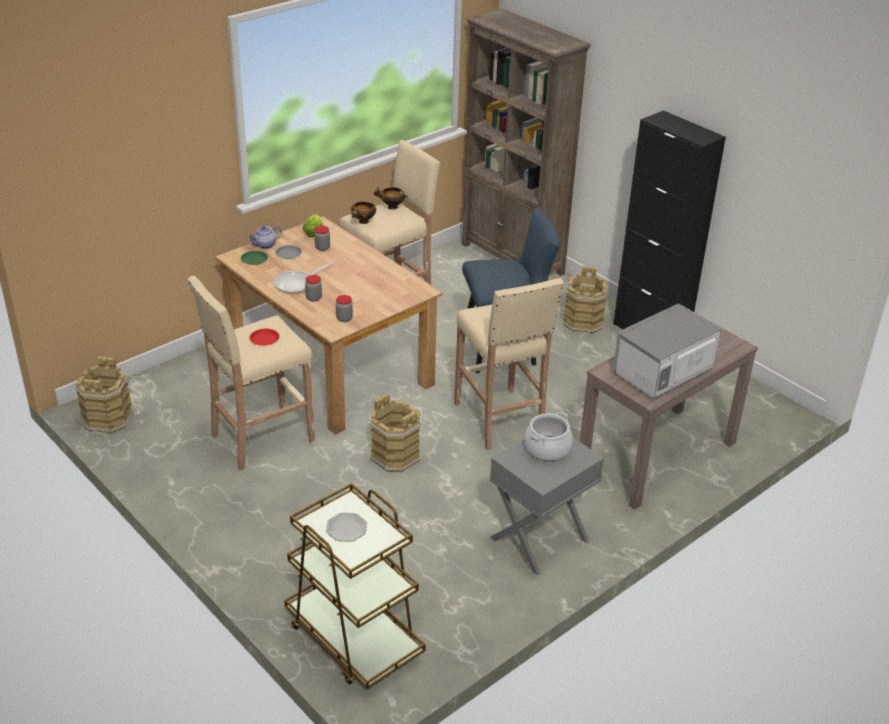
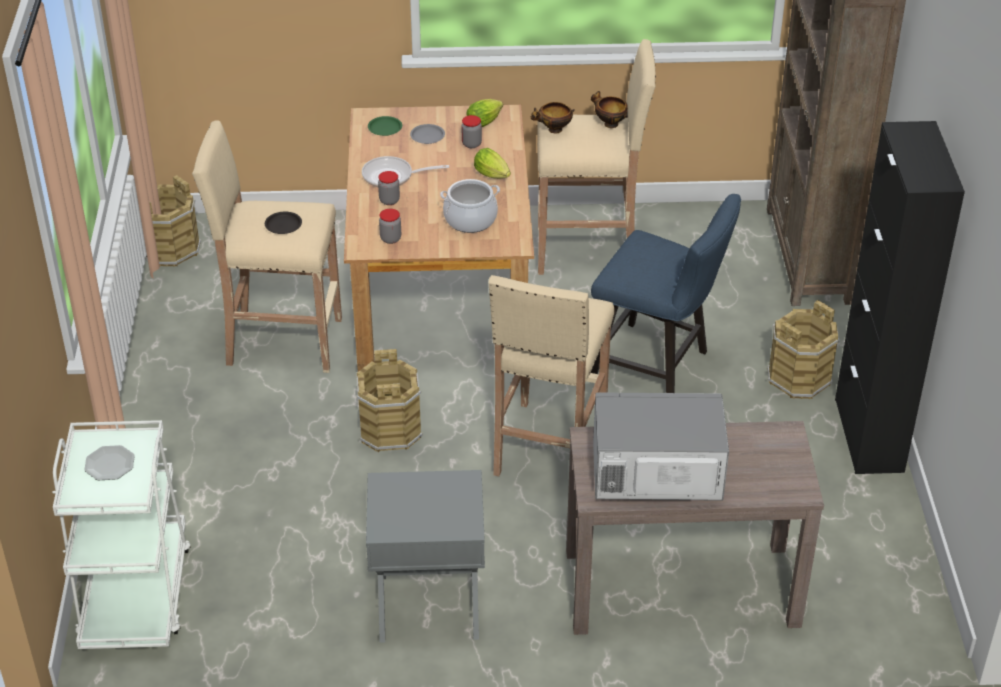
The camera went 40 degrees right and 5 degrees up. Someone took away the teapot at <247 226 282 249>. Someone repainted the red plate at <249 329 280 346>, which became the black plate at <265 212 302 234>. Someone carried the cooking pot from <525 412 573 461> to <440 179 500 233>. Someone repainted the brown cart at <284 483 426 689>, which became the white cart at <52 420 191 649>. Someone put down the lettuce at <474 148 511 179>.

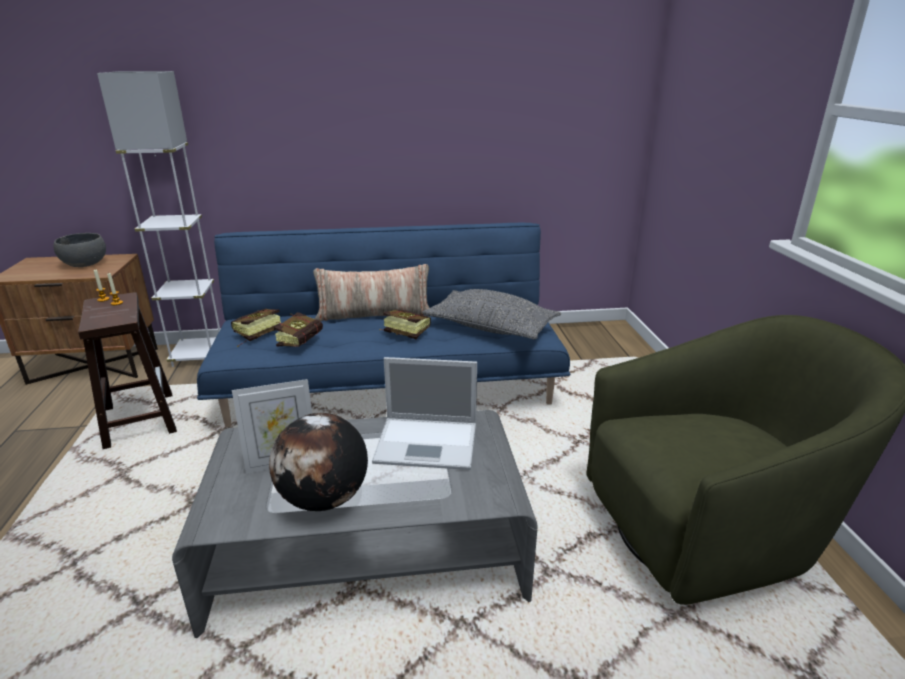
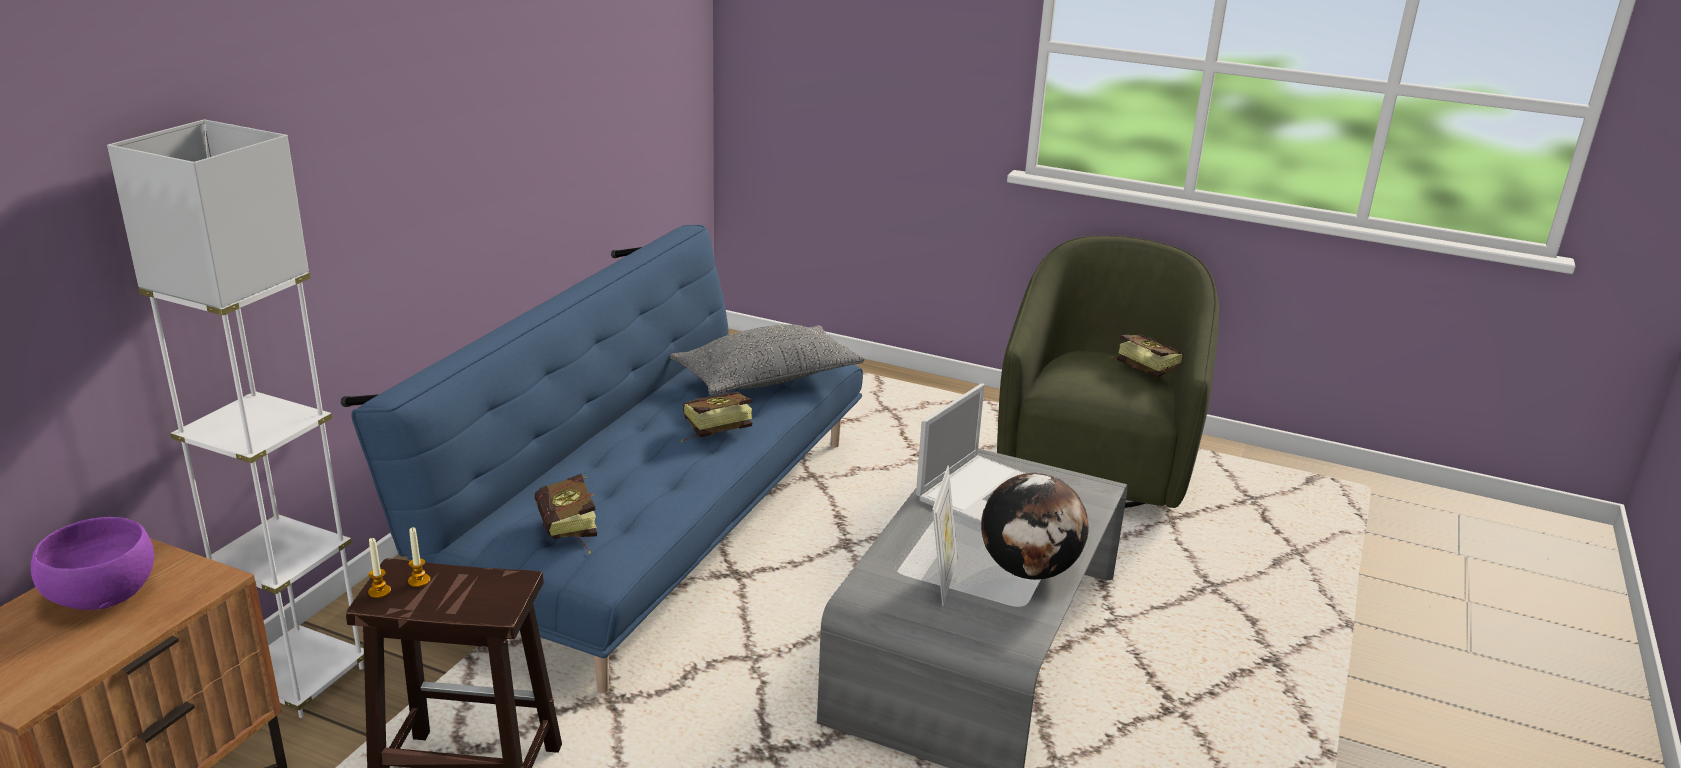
The camera went 60 degrees left and 0 degrees up. Someone repainted the grey bowl at <53 233 106 267>, which became the purple bowl at <31 517 154 610>. Someone took away the pillow at <313 264 429 321>. Someone carried the book from <274 312 323 347> to <1111 335 1183 379>.

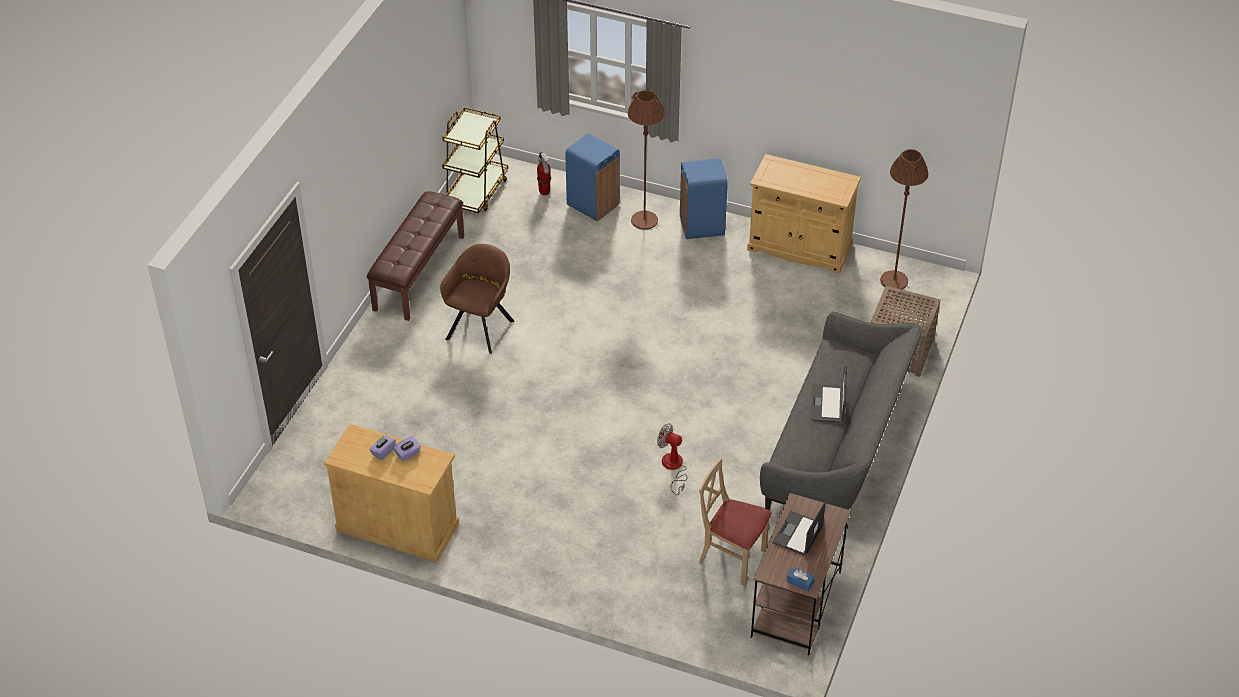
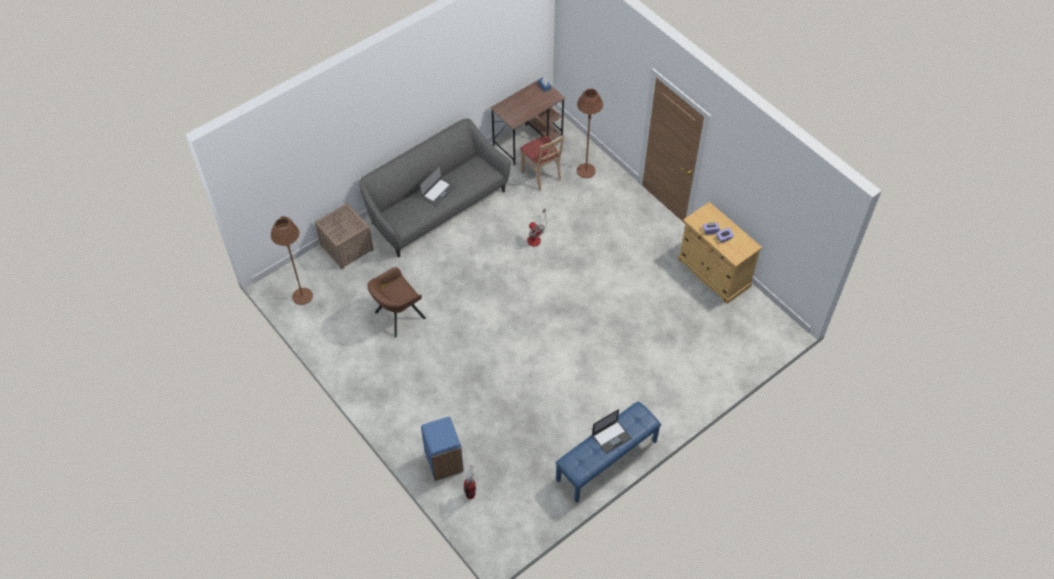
The camera went 150 degrees left and 10 degrees up. Someone carried the brown floor lamp from <628 89 665 230> to <577 89 603 178>. Someone took away the brown cart at <442 107 508 213>. Someone took away the beige cabinet at <747 154 861 274>. Someone took away the blue trash can at <680 158 728 239>. Someone repainted the brown bench at <367 191 464 321>, which became the blue bench at <555 401 661 503>. Someone carried the brown armchair from <440 244 514 354> to <367 267 426 338>. Someone carried the laptop from <772 501 826 556> to <592 409 631 454>.

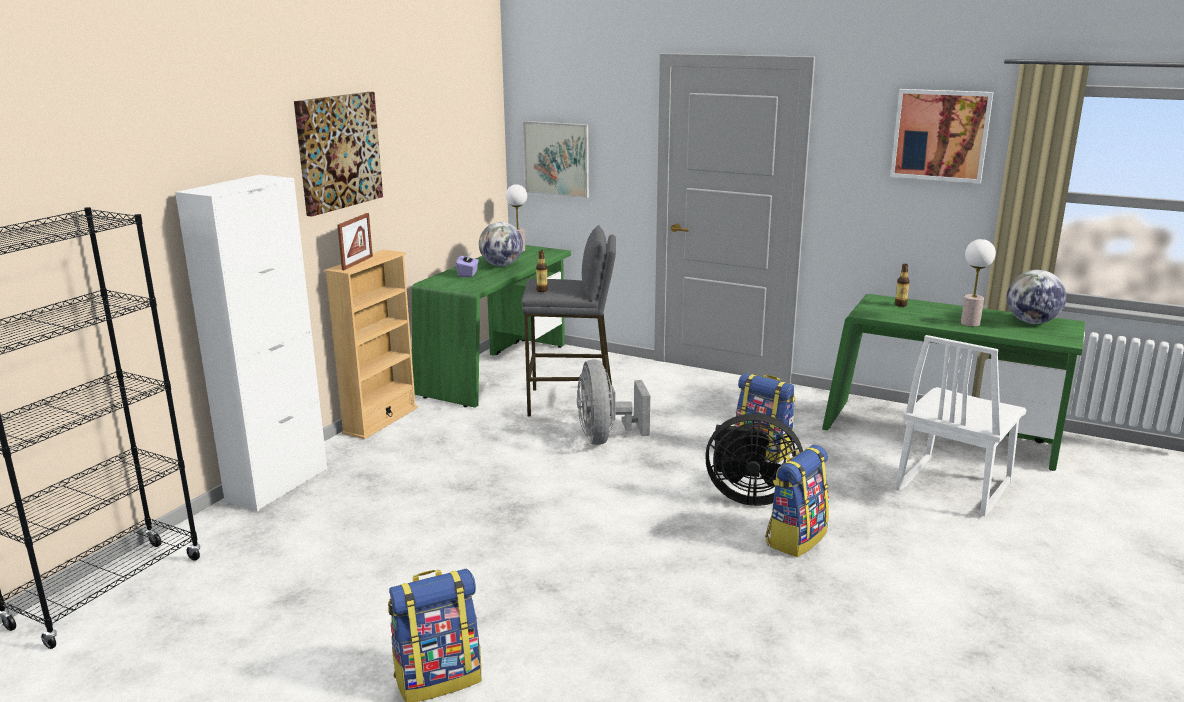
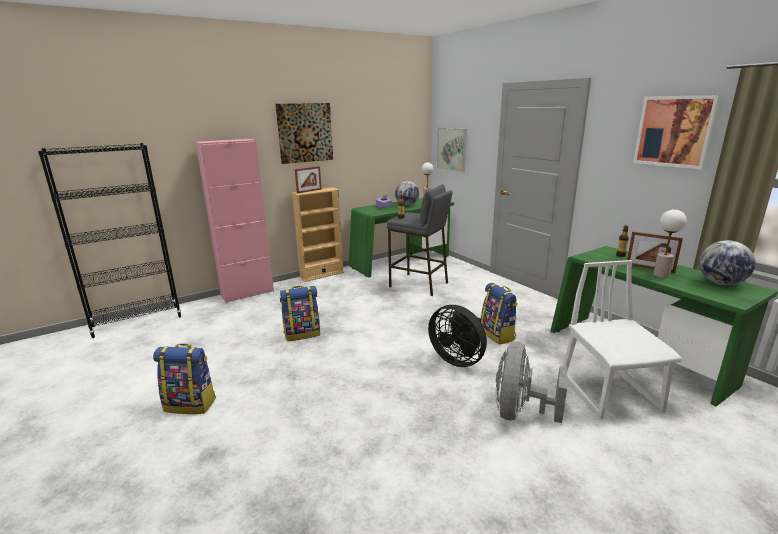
The camera went 30 degrees right and 0 degrees up. Someone repainted the white cabinet at <175 175 327 512>, which became the pink cabinet at <196 139 274 303>. Someone rotated the white chair at <895 335 1026 516> by 105 degrees clockwise. Someone carried the grey fan from <577 359 650 445> to <496 342 567 423>. Someone carried the backpack from <766 445 829 557> to <280 286 320 341>. Someone put down the picture frame at <627 231 683 273>.

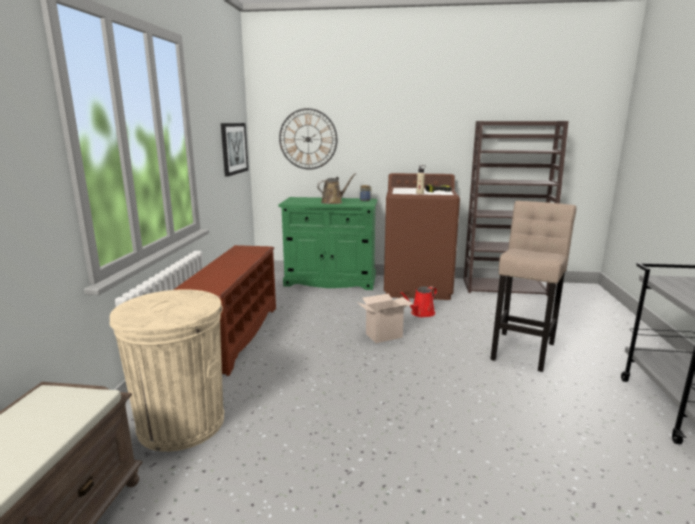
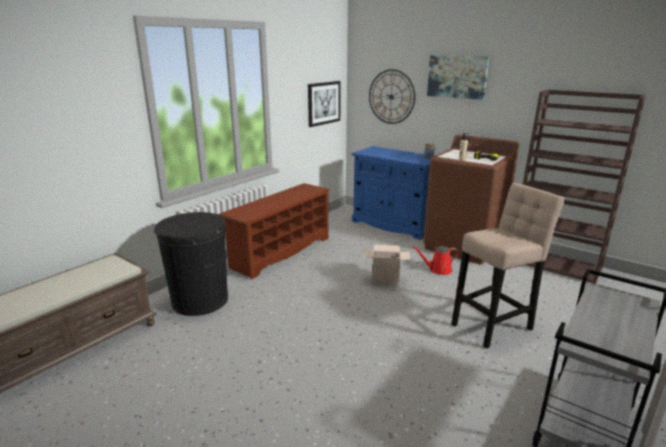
The camera went 30 degrees right and 5 degrees up. Someone took away the brown watering can at <317 173 356 204>. Someone repainted the green cabinet at <278 197 378 290>, which became the blue cabinet at <351 146 430 240>. Someone repainted the beige trash can at <110 289 224 452>, which became the black trash can at <154 212 228 316>. Someone put up the picture at <427 55 489 100>.

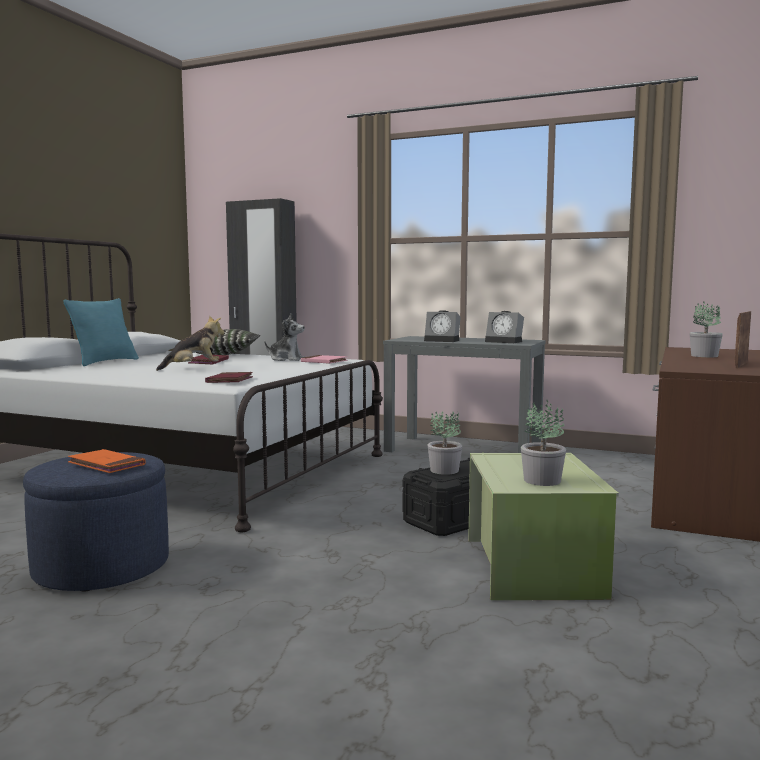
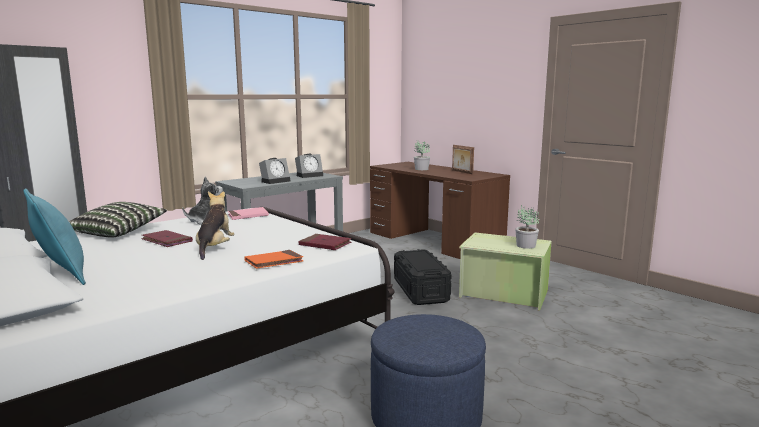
The camera went 65 degrees left and 5 degrees up. Someone took away the potted plant at <428 411 462 475>. Someone carried the orange book from <68 449 145 473> to <244 250 303 269>.

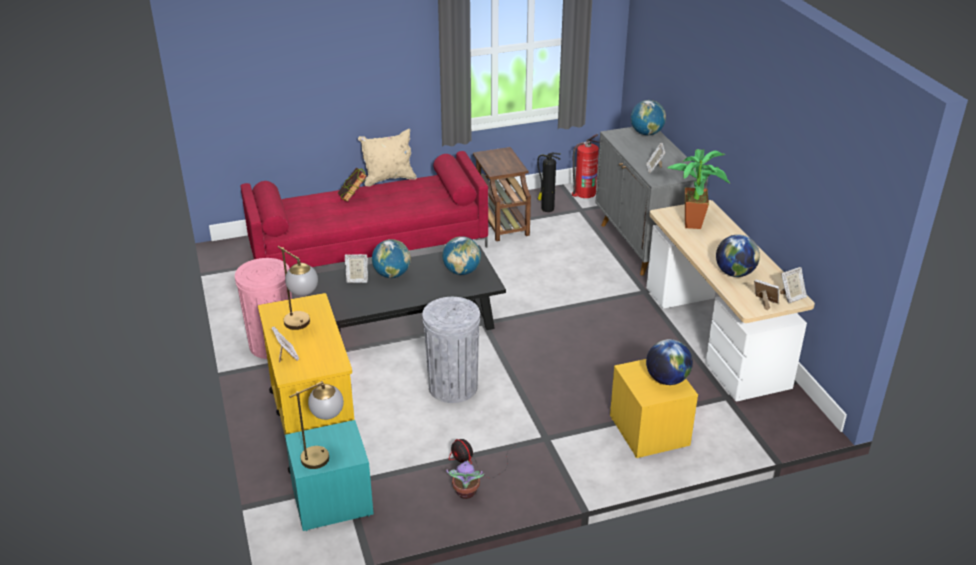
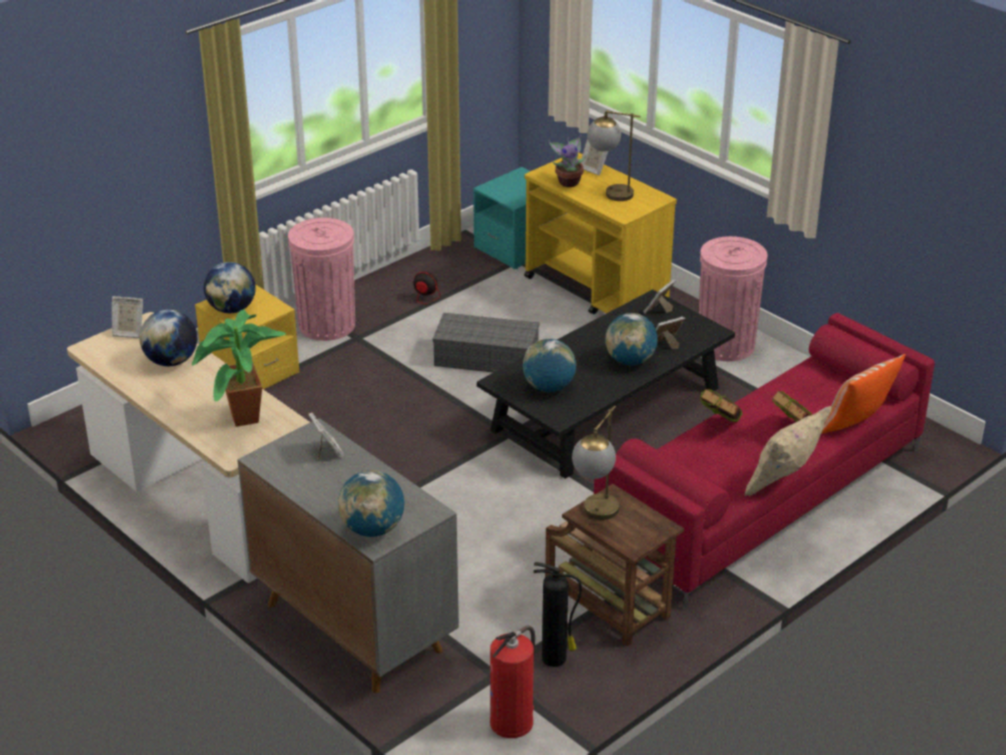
The camera went 155 degrees right and 0 degrees up. Someone carried the picture frame from <780 267 807 303> to <643 279 676 314>. Someone swapped the grey trash can at <422 297 480 403> for the grey storage box at <433 313 539 373>. Someone carried the table lamp from <289 381 344 469> to <572 406 619 520>. Someone carried the potted plant from <446 460 484 499> to <548 135 587 187>. Someone put down the pink trash can at <288 218 355 341>. Someone put down the pillow at <822 354 906 434>. Someone put down the book at <700 388 743 423>.

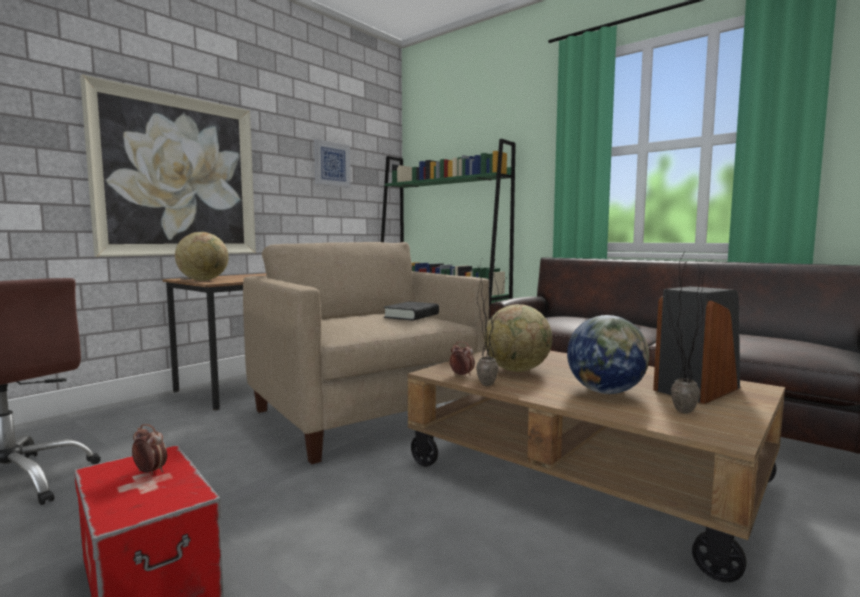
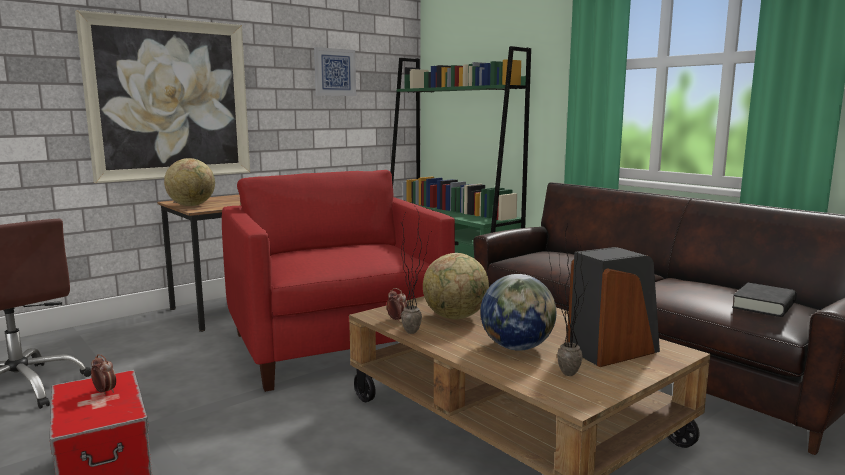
The camera went 10 degrees right and 5 degrees up. Someone repainted the beige armchair at <243 242 489 464>, which became the red armchair at <222 170 455 392>. Someone carried the black book from <384 302 439 321> to <732 283 797 317>.

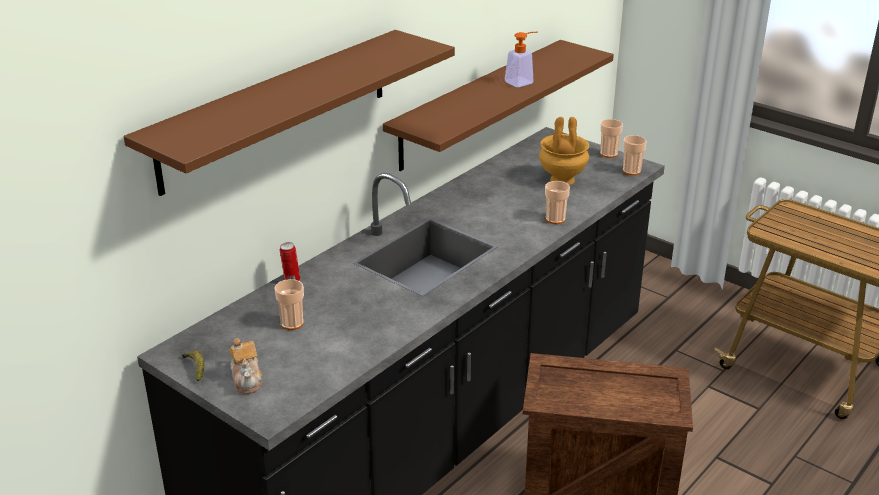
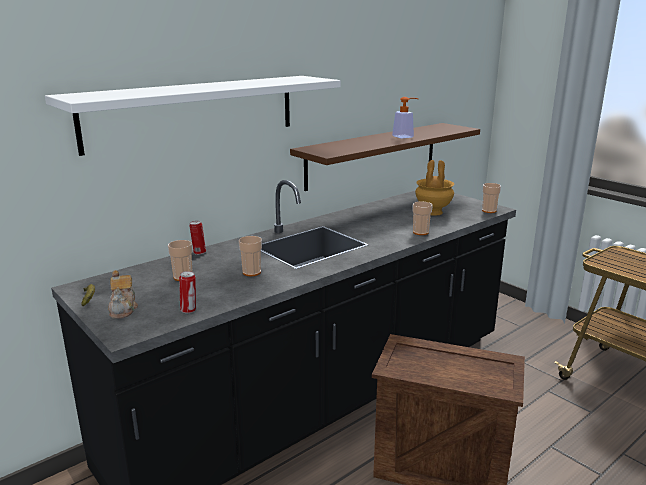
The camera went 10 degrees right and 10 degrees down. Someone repainted the brown shelf at <124 30 455 196>, which became the white shelf at <45 76 341 156>. Someone carried the cup from <600 119 623 158> to <239 236 262 276>. Someone put down the can at <179 271 196 313>.

